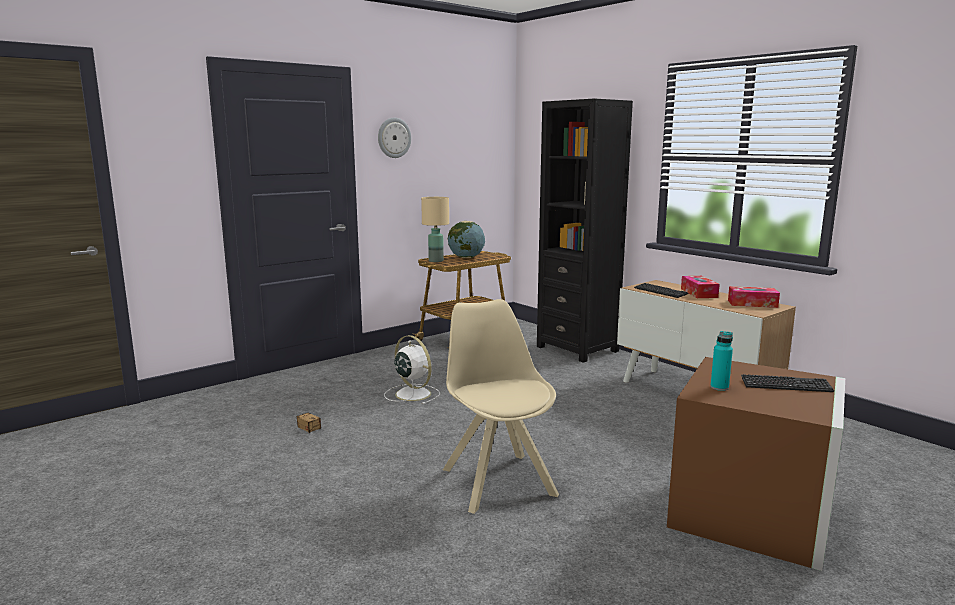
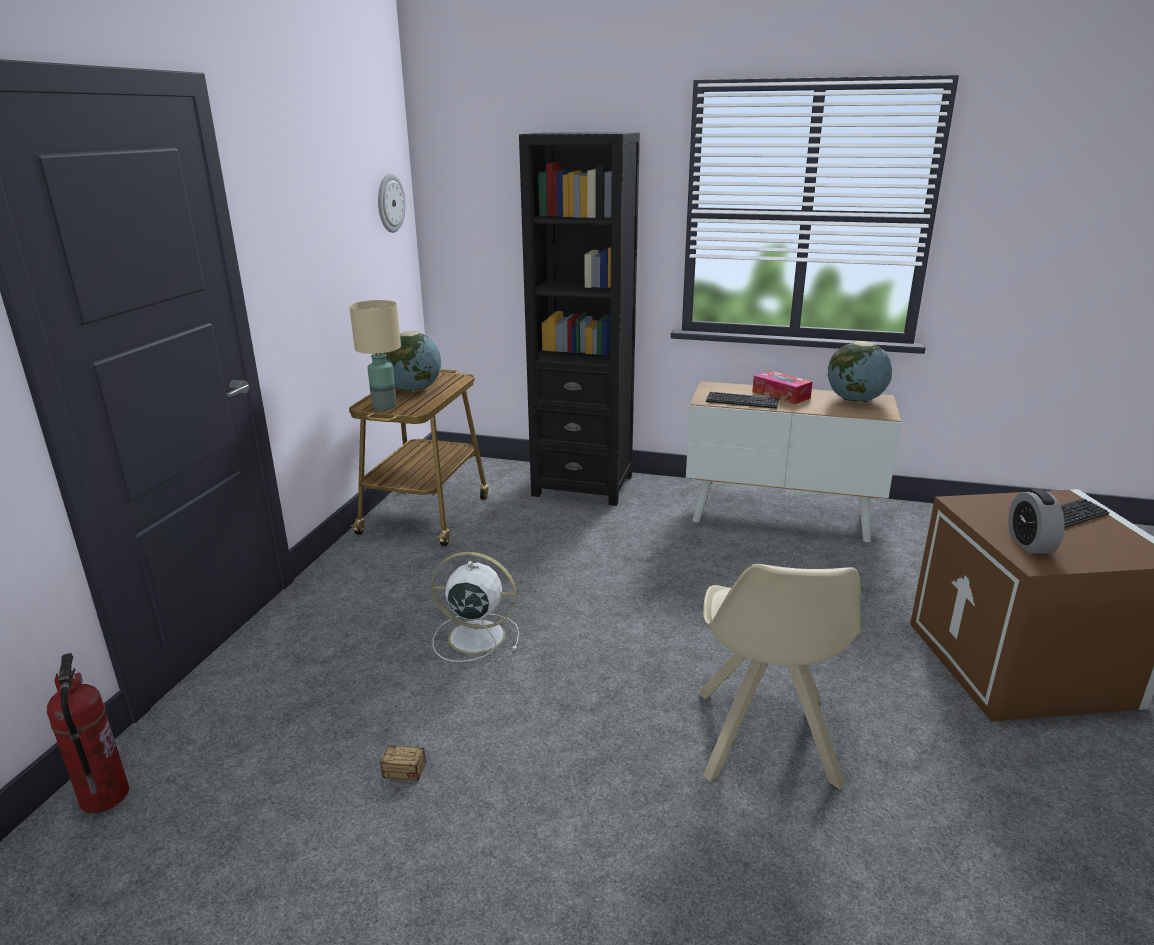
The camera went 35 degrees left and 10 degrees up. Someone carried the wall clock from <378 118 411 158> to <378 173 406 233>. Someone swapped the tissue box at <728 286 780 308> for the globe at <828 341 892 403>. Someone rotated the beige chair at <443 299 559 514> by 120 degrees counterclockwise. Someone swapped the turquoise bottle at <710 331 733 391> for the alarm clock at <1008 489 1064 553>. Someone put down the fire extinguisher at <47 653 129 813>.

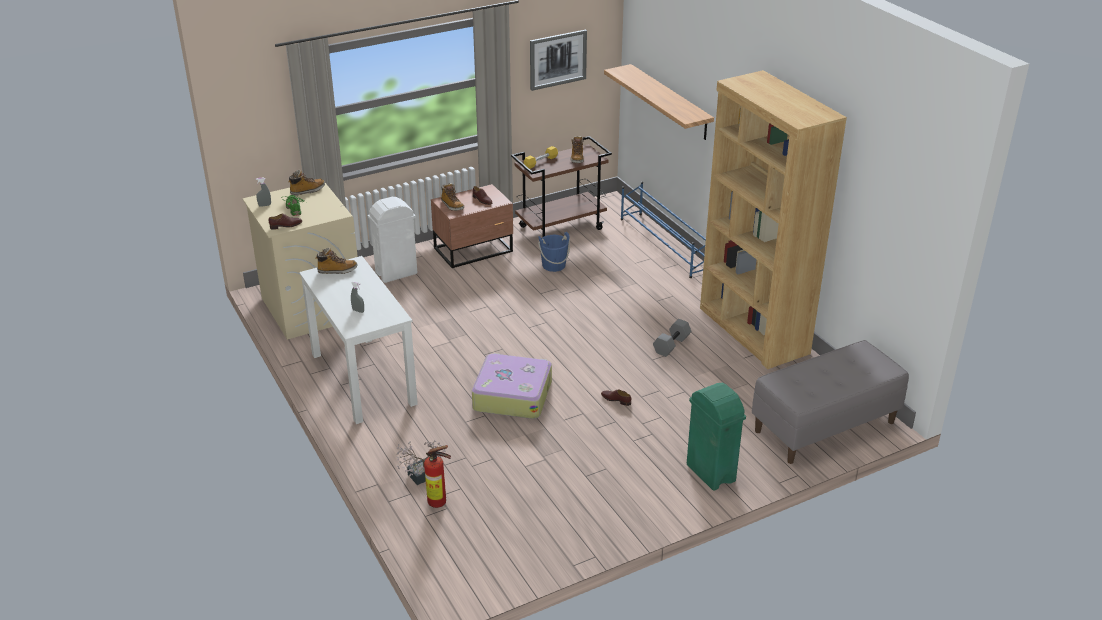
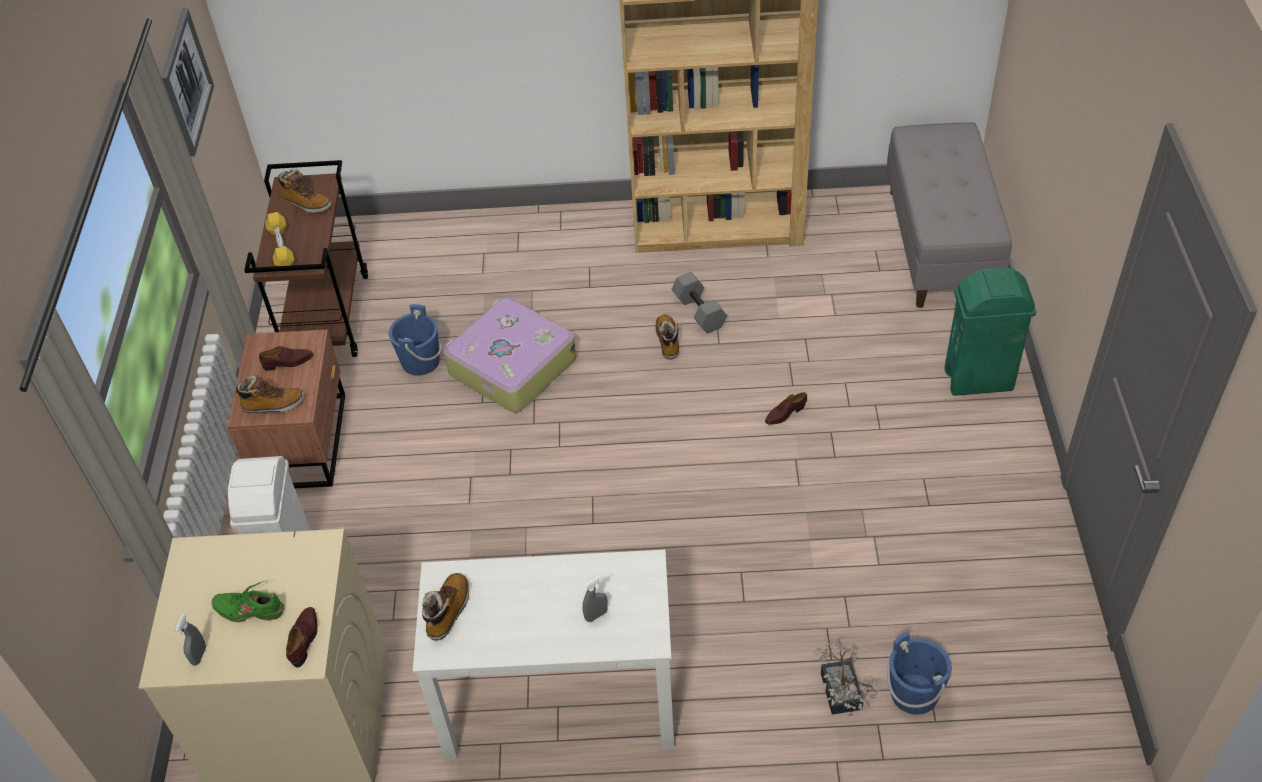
The camera went 60 degrees left and 15 degrees up. Someone took away the shelf at <604 64 714 140>. Someone carried the boot from <288 170 325 196> to <655 315 679 360>. Someone took away the blue shoe rack at <621 182 706 278>. Someone carried the suitcase from <472 353 552 419> to <444 298 576 413>. Someone swapped the fire extinguisher at <424 445 451 508> for the blue bucket at <887 632 952 715>.

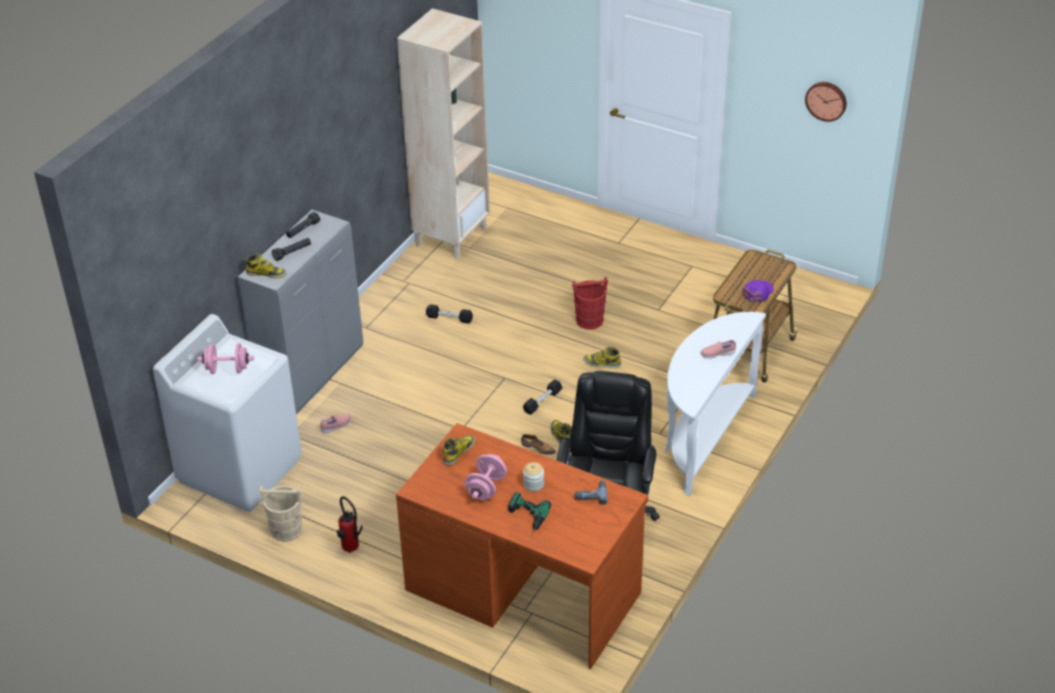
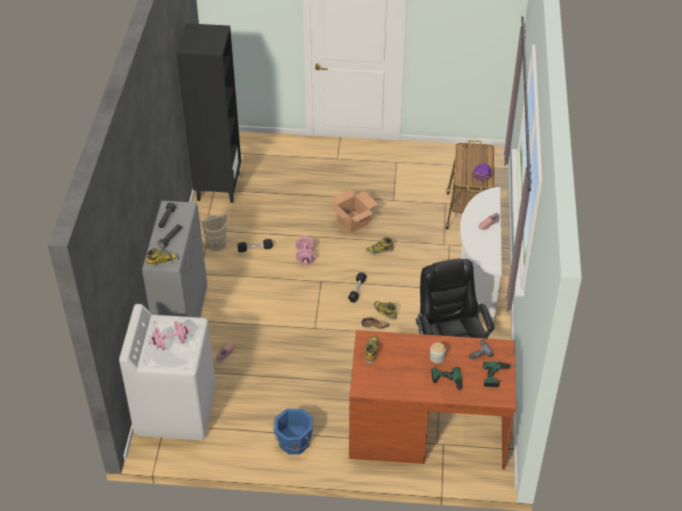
The camera went 25 degrees left and 5 degrees up. Someone repainted the beige bookcase at <397 8 490 260>, which became the black bookcase at <176 23 241 203>. Someone took away the wall clock at <805 82 847 122>. Someone swapped the red bucket at <572 277 608 329> for the cardboard box at <329 190 378 233>. Someone carried the pink dumbbell from <465 454 507 500> to <296 236 315 264>. Someone carried the beige bucket from <259 485 302 542> to <200 212 227 251>. Someone swapped the fire extinguisher at <337 496 363 553> for the blue bucket at <273 409 313 454>. Someone put down the power drill at <483 362 517 387>.

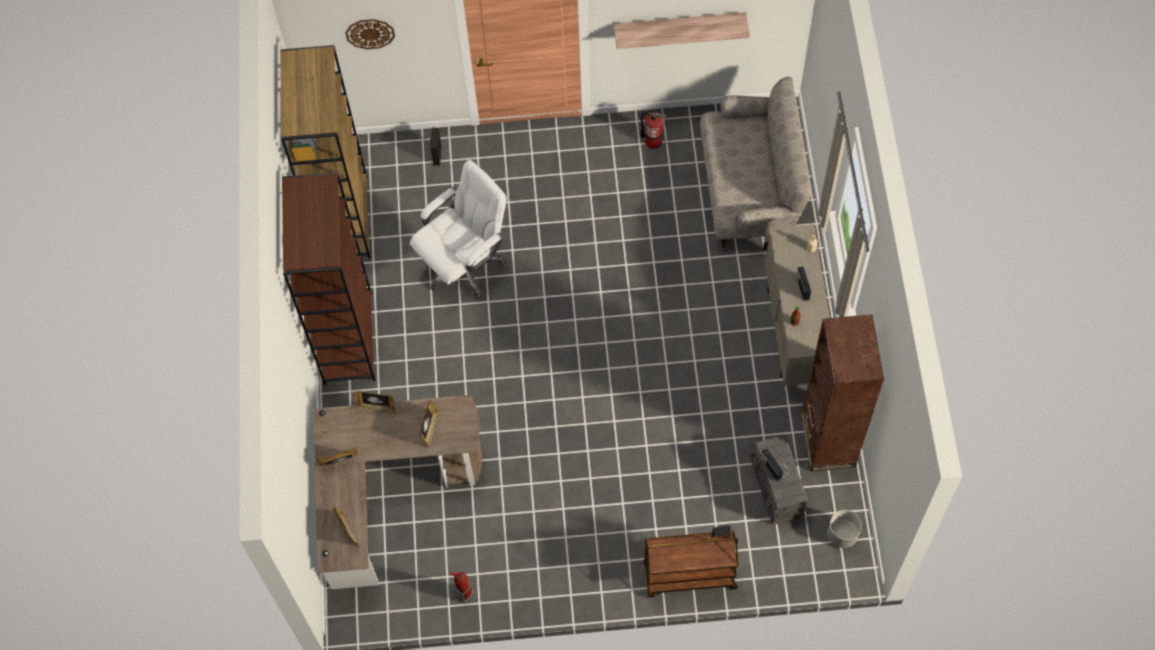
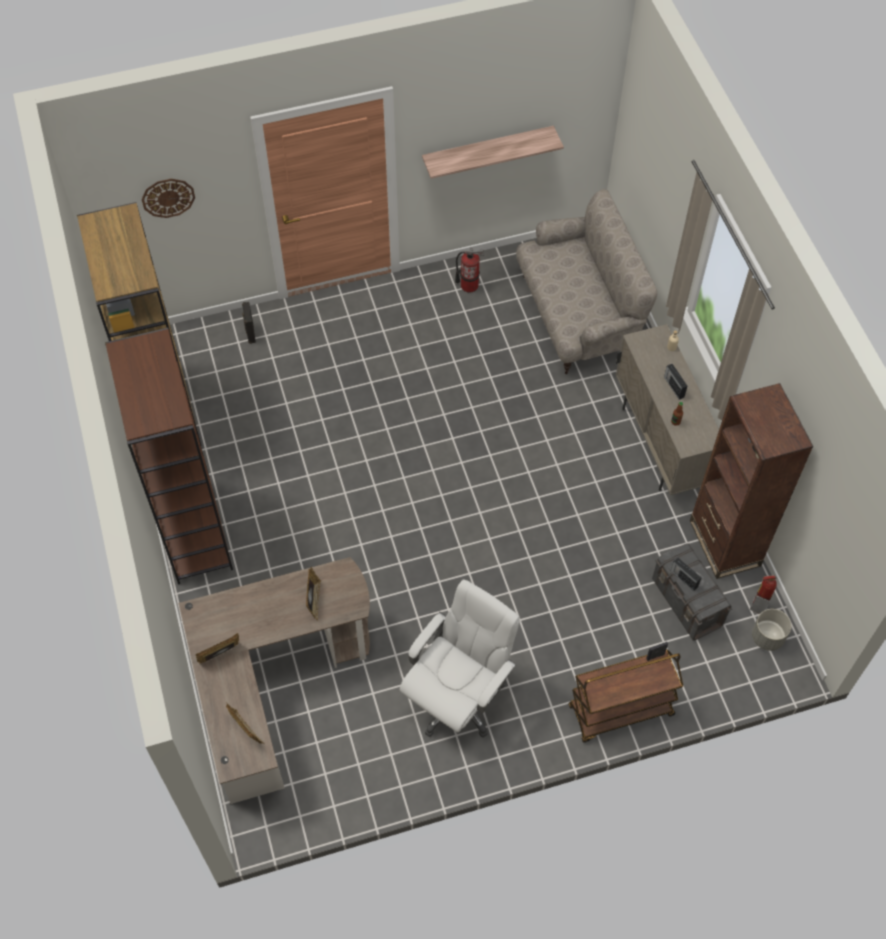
The camera went 15 degrees left and 5 degrees down. Someone carried the white office chair from <410 160 507 299> to <400 579 520 738>. Someone took away the picture frame at <354 391 395 415>. Someone carried the fire extinguisher from <450 572 474 602> to <750 576 777 614>.

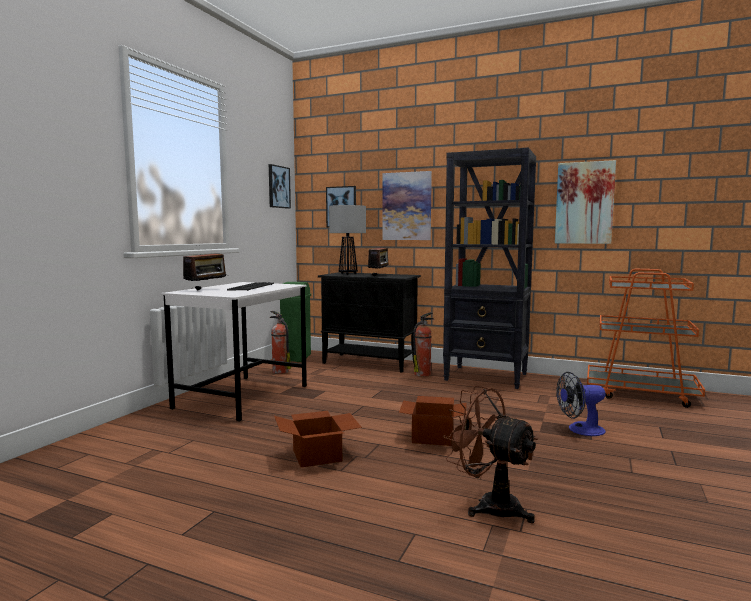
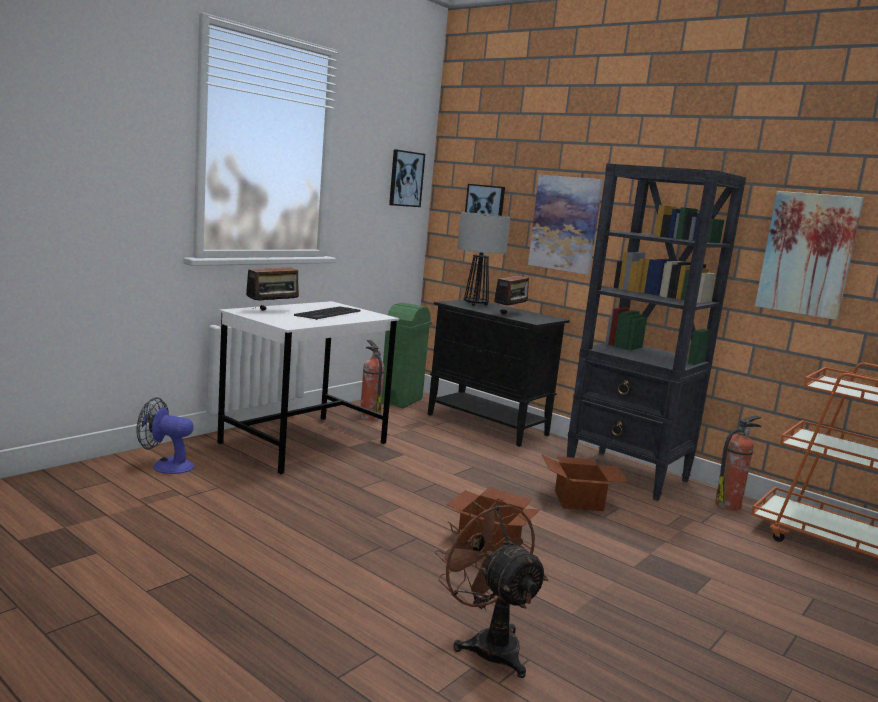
The camera went 15 degrees right and 5 degrees up. Someone carried the fire extinguisher from <413 312 434 377> to <715 415 761 510>. Someone carried the fan from <556 372 606 436> to <136 397 194 474>. Someone carried the cardboard box from <274 411 362 468> to <542 454 629 511>.

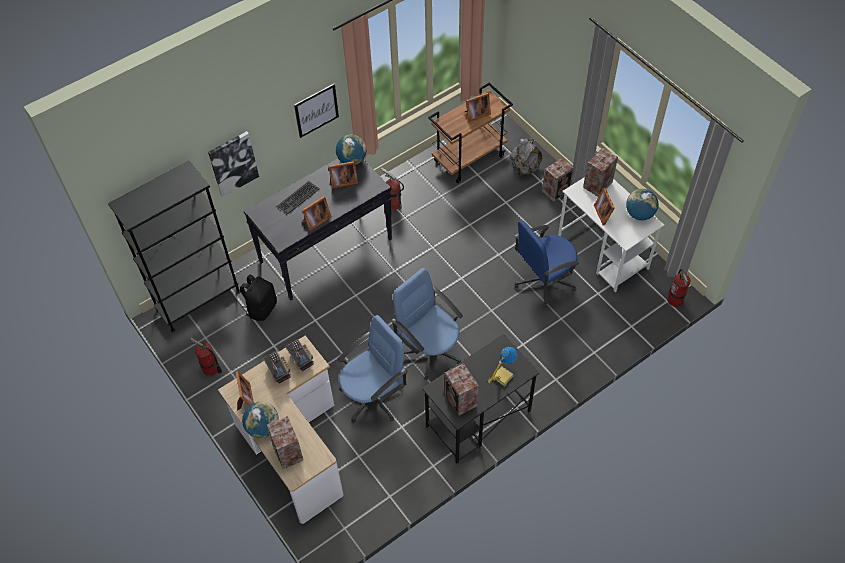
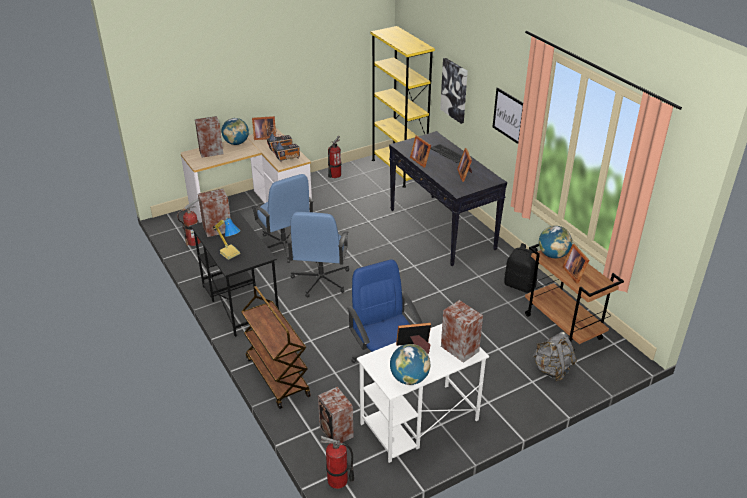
The camera went 95 degrees right and 20 degrees down. Someone carried the globe from <336 135 366 165> to <539 226 572 258>. Someone carried the speaker from <542 158 574 202> to <318 387 354 443>. Someone repainted the black bookcase at <108 160 241 332>, which became the yellow bookcase at <371 26 435 188>. Someone carried the fire extinguisher from <381 168 404 210> to <177 199 201 246>. Someone rotated the blue office chair at <391 268 463 380> by 135 degrees clockwise. Someone carried the black backpack from <240 274 277 321> to <504 243 538 293>. Someone put down the brown cart at <241 286 311 409>.

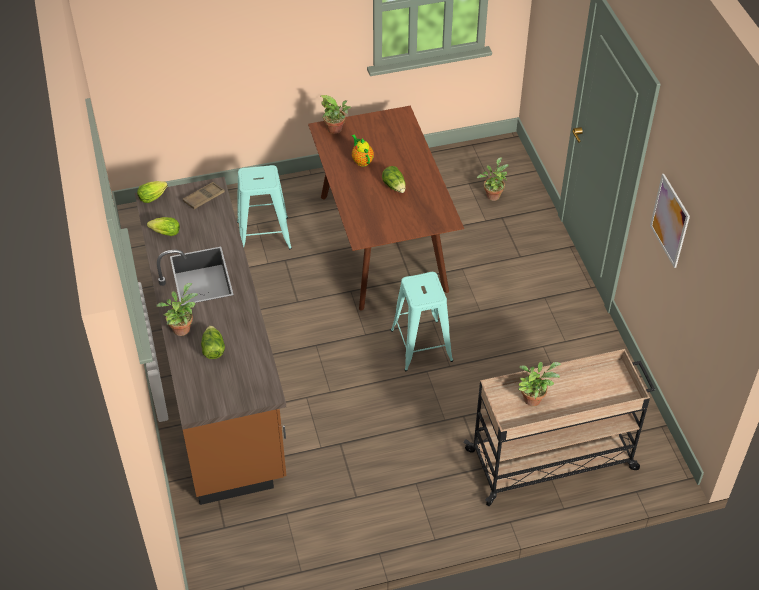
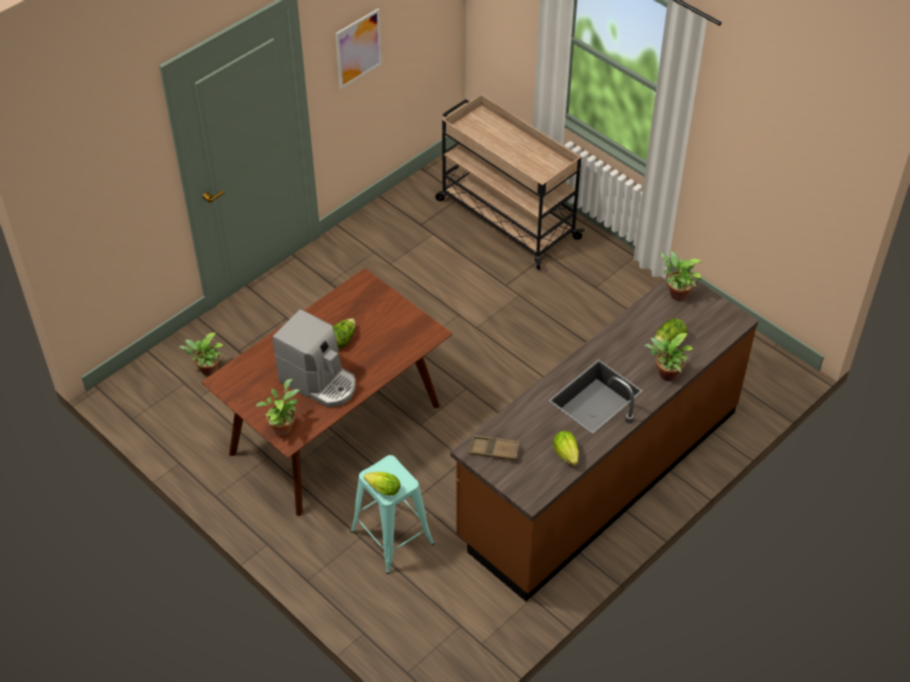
The camera went 120 degrees left and 0 degrees up. Someone swapped the teapot at <352 134 374 166> for the coffee machine at <273 309 356 407>. Someone carried the lettuce from <137 181 168 203> to <364 472 401 496>. Someone took away the turquoise stool at <391 272 453 371>. Someone carried the potted plant from <518 362 561 406> to <660 251 702 301>.

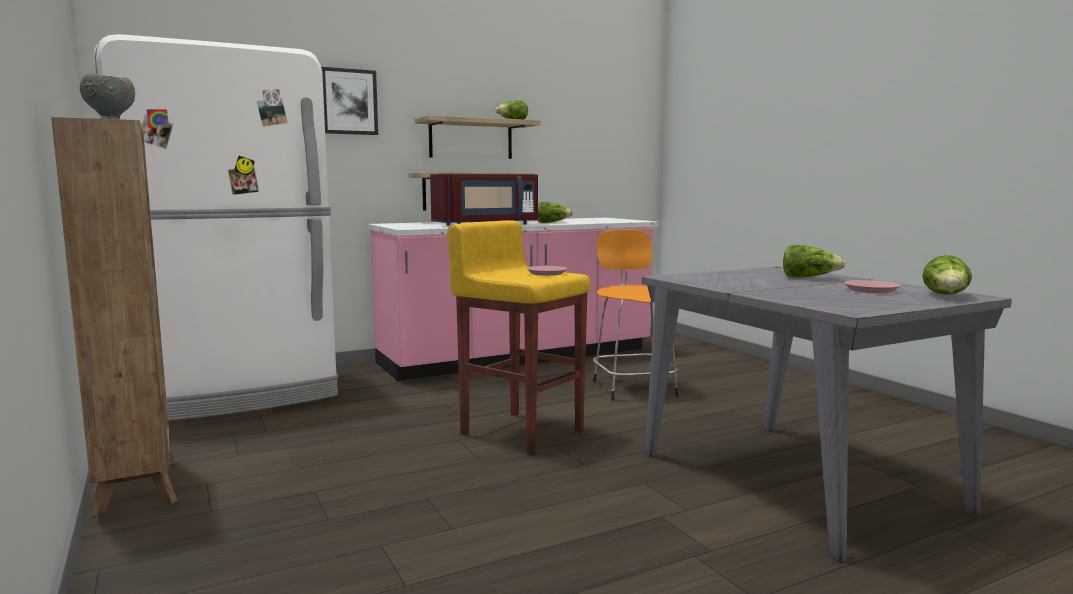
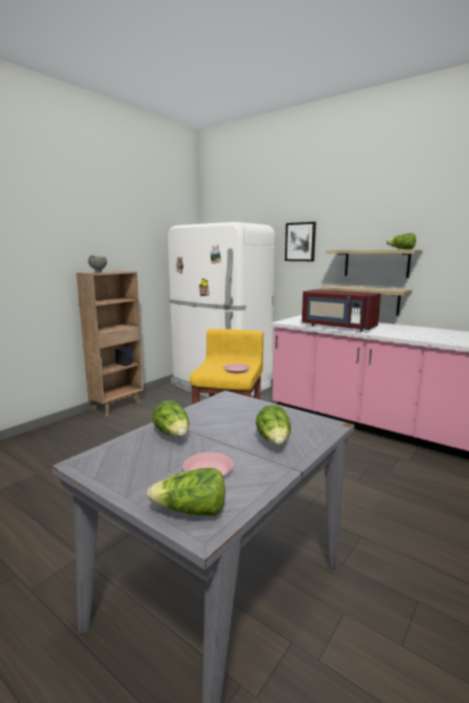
The camera went 65 degrees right and 5 degrees up. Someone carried the lettuce from <538 202 573 223> to <153 400 189 437>. Someone took away the orange stool at <593 229 678 401>.

